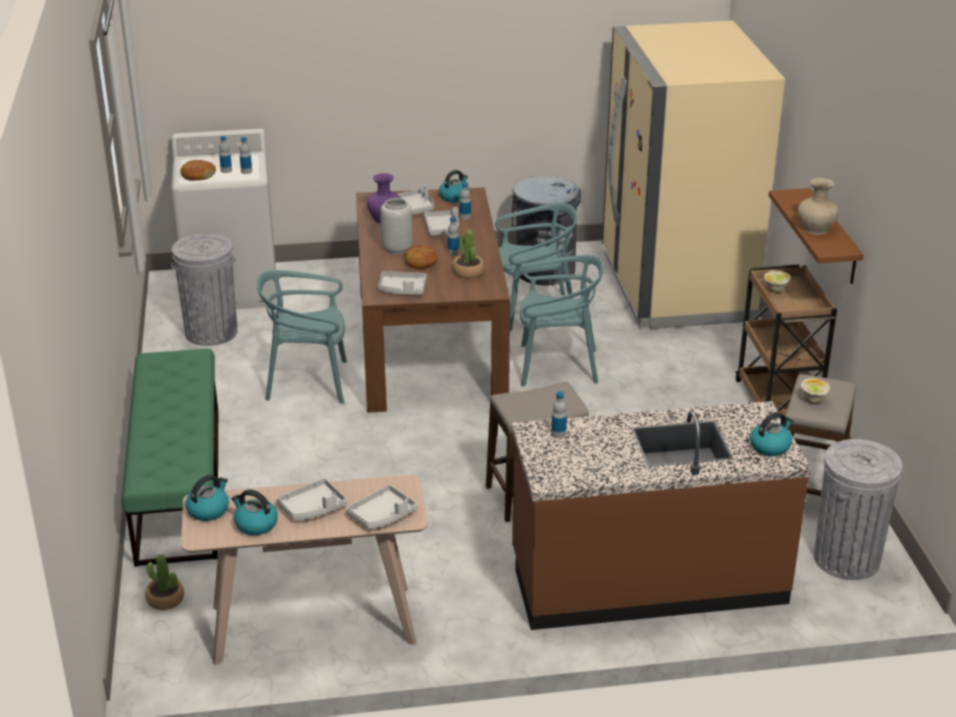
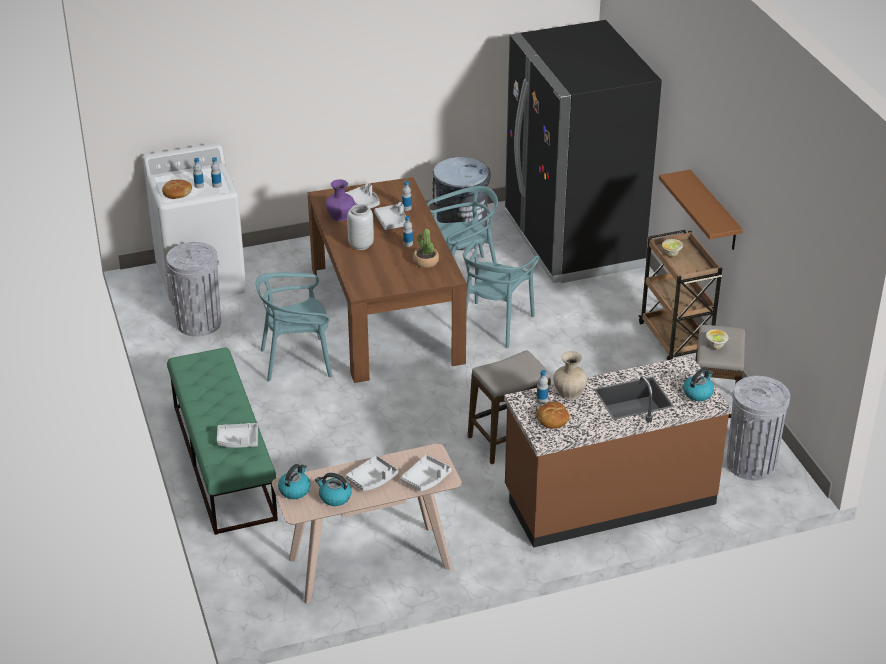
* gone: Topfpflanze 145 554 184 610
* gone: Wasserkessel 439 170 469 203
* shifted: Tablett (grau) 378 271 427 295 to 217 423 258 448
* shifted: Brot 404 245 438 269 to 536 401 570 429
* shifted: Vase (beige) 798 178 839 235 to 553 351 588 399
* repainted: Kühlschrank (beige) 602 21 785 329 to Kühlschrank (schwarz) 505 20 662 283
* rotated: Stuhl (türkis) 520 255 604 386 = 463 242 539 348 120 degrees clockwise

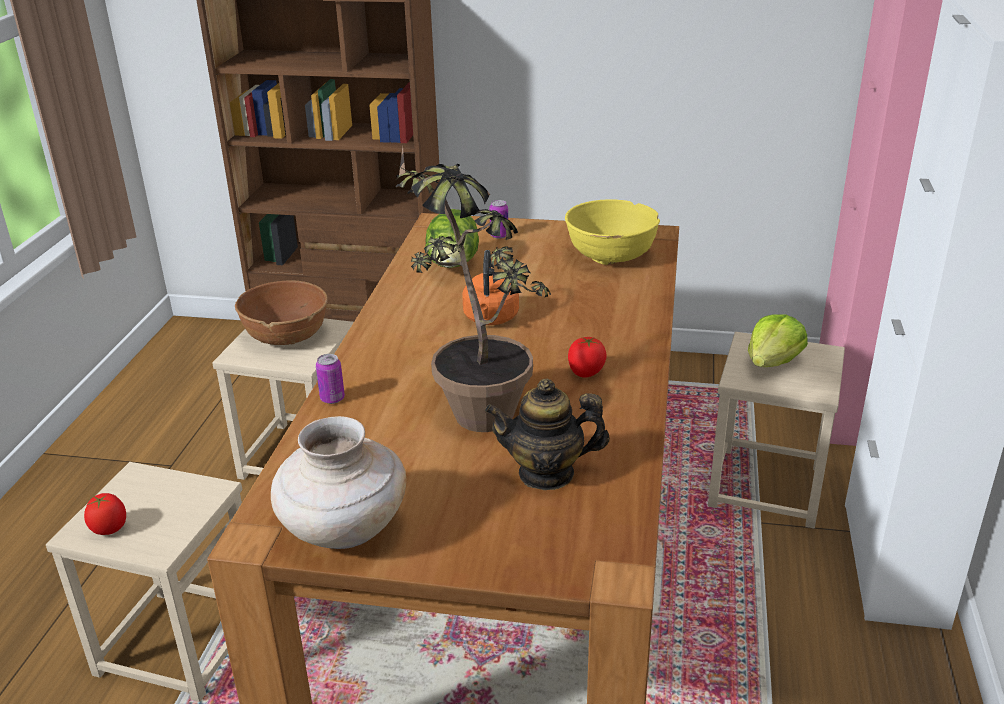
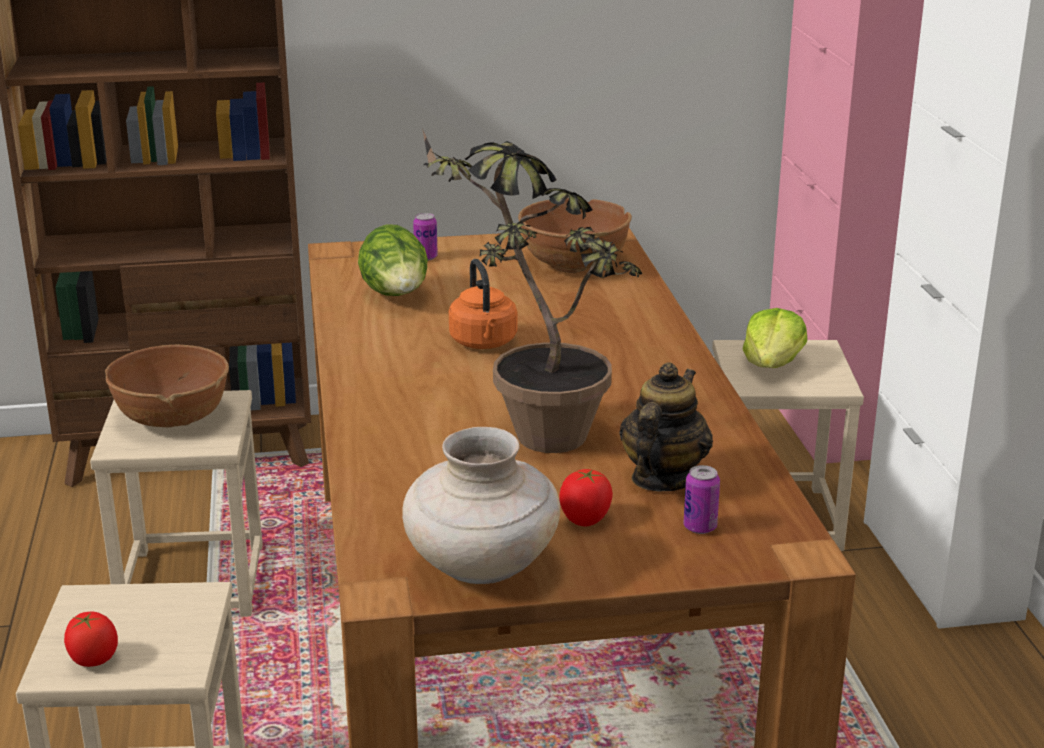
* shifted: Dose 316 354 345 404 to 684 465 720 534
* shifted: Tomate 568 337 607 378 to 559 469 613 527
* repainted: Schüssel (gelb) 565 199 660 265 to Schüssel (braun) 518 198 632 273
* rotated: Teekanne 485 379 610 490 = 619 362 713 491 135 degrees clockwise

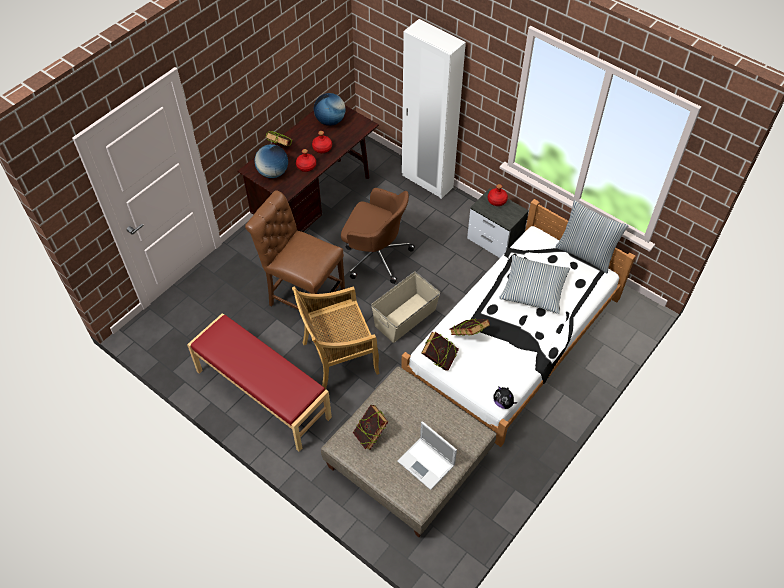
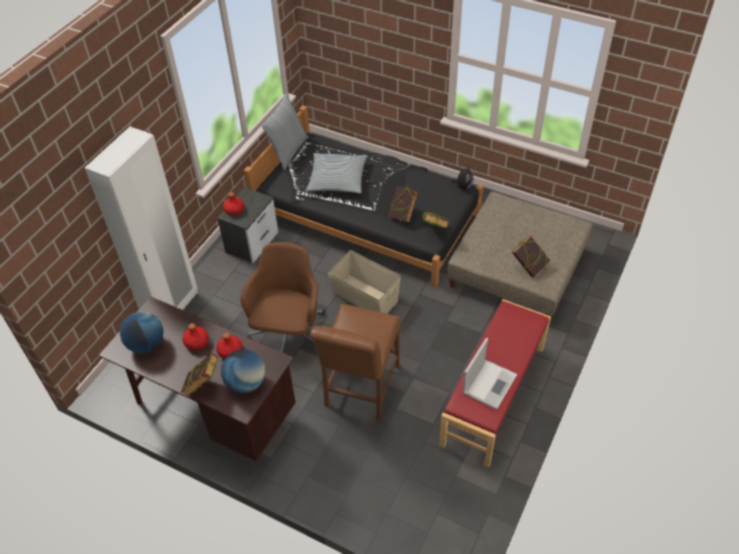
* gone: Stuhl (beige) 292 286 380 390
* shifted: Laptop 397 421 457 490 to 462 338 517 410
* repainted: Bett (weiß) 401 199 636 447 to Bett (schwarz) 244 105 484 288

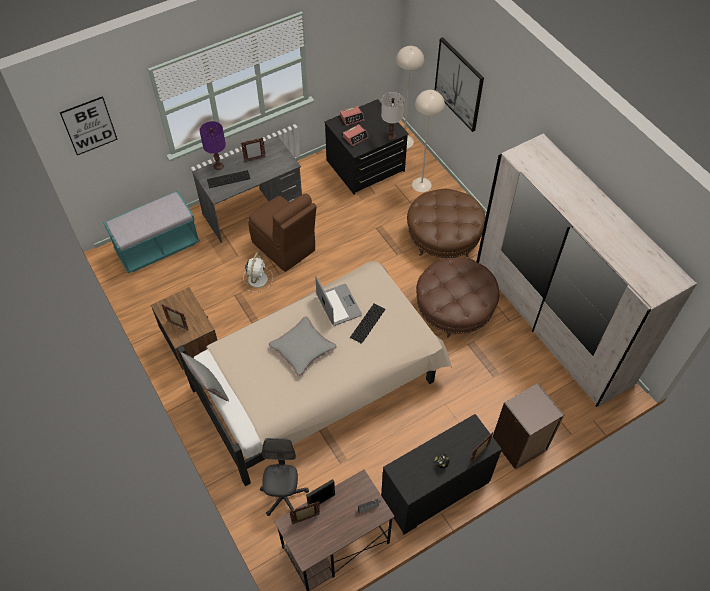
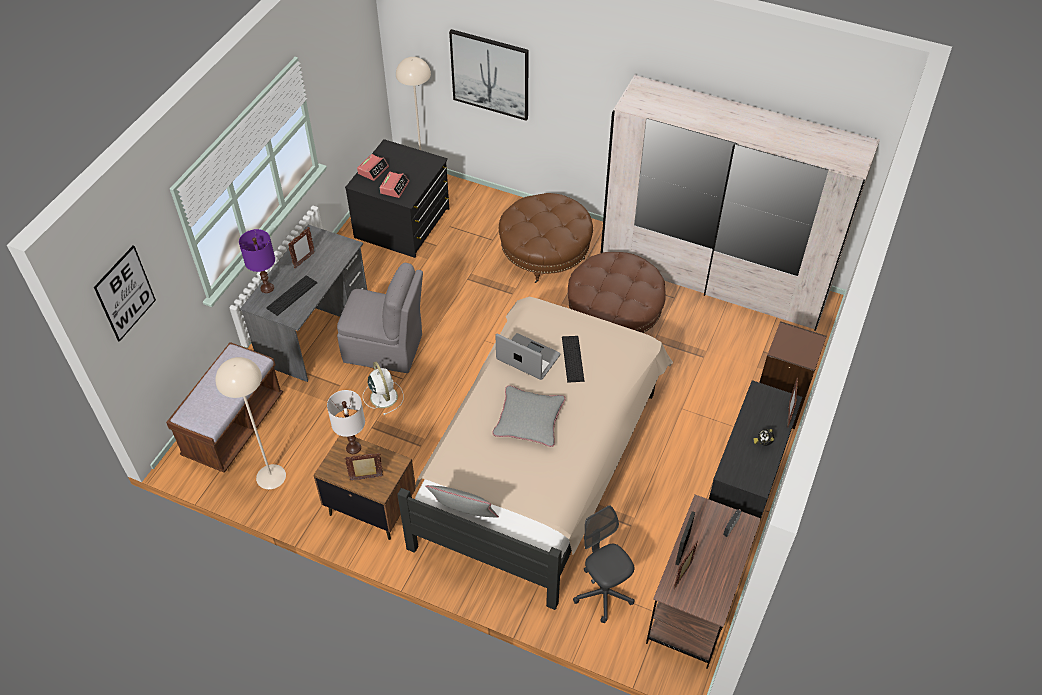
* shifted: Tischlampe (weiß) 381 92 404 140 to 327 390 365 454
* shifted: Stehlampe (beige) 412 90 445 192 to 216 357 286 489
* repainted: Bank (türkis) 103 191 200 273 to Bank (braun) 166 342 283 473
* repainted: Stuhl (braun) 248 194 317 272 to Stuhl (grau) 337 263 423 373

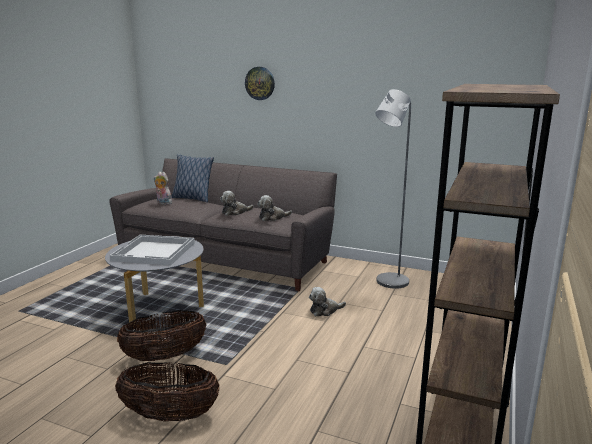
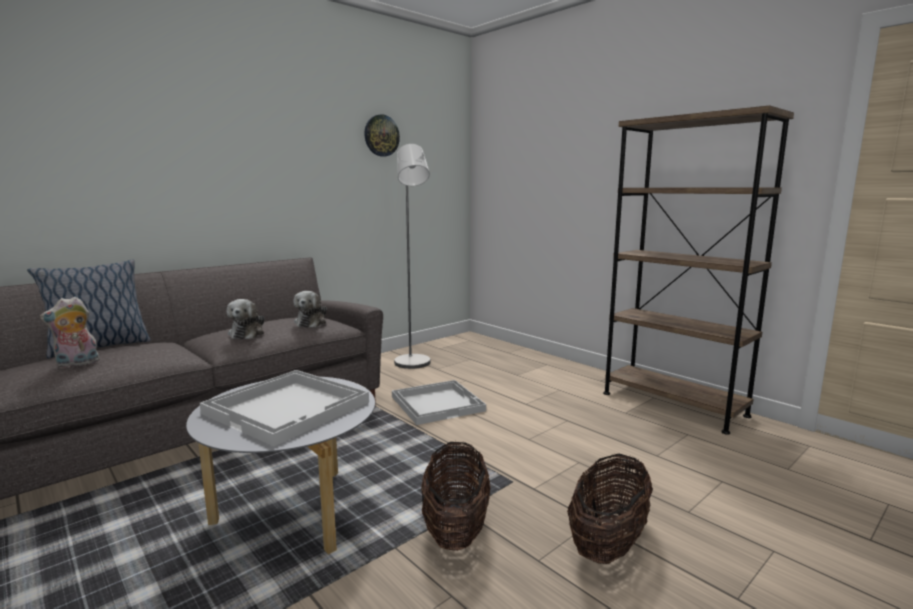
* shifted: Wanduhr 245 67 275 100 to 364 114 400 157
* swapped: Plüschtier 309 287 346 316 to Tablett (weiß) 392 380 486 425

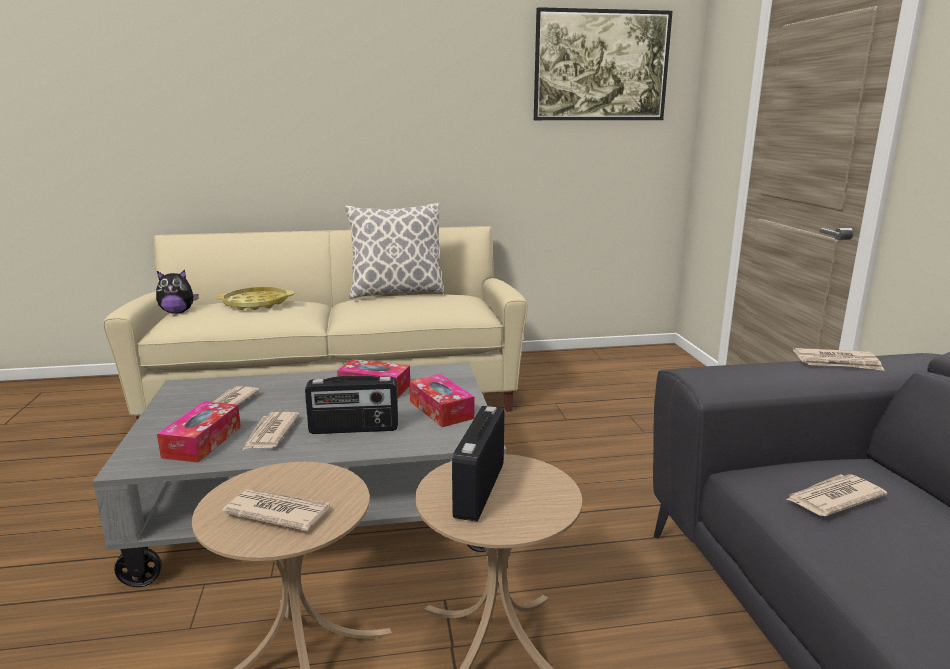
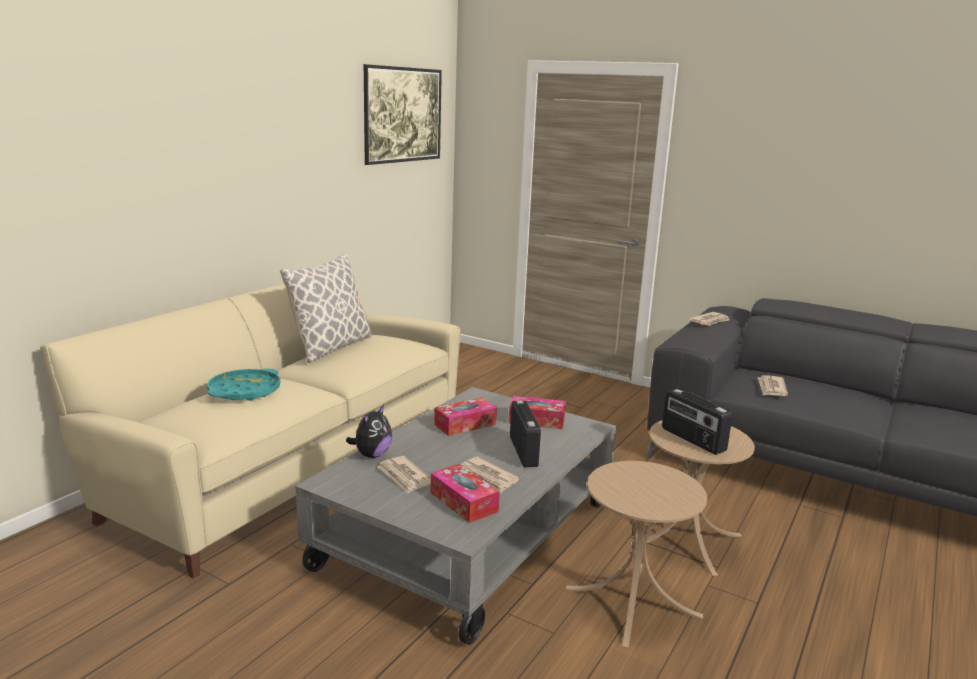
* gone: Zeitung 222 489 330 531
* shifted: Plüschtier 156 270 199 314 to 346 405 392 458
* repainted: Tablett (gelb) 216 287 294 310 to Tablett (türkis) 207 369 280 401
* rotated: Radio 305 376 398 434 = 510 400 541 468 45 degrees counterclockwise

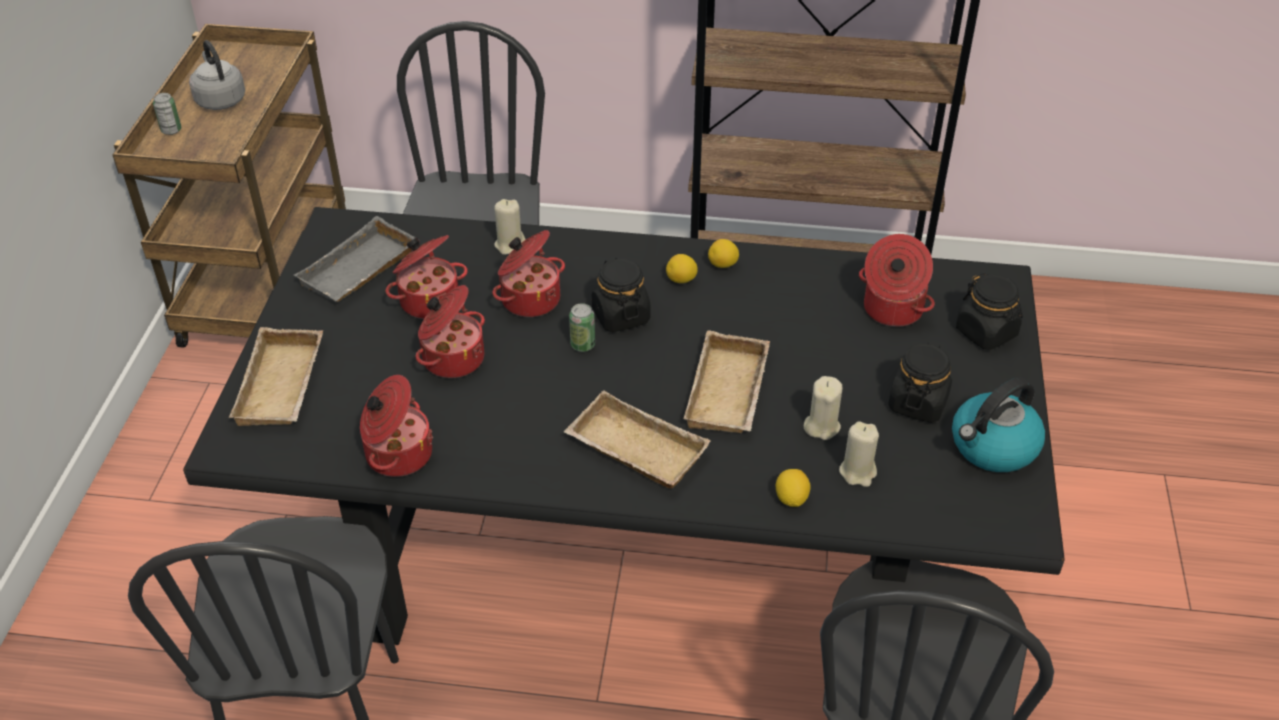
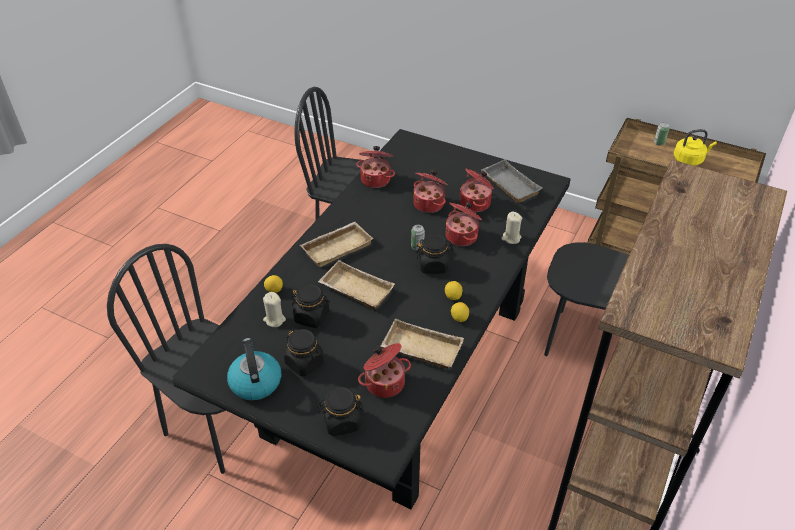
* shifted: Tablett (beige) 229 327 323 426 to 381 319 464 369
* swapped: Kerze (beige) 804 376 843 440 to Vorratsglas (schwarz) 292 284 330 328
* repainted: Wasserkessel (grau) 189 40 245 110 to Wasserkessel (gelb) 674 129 717 166

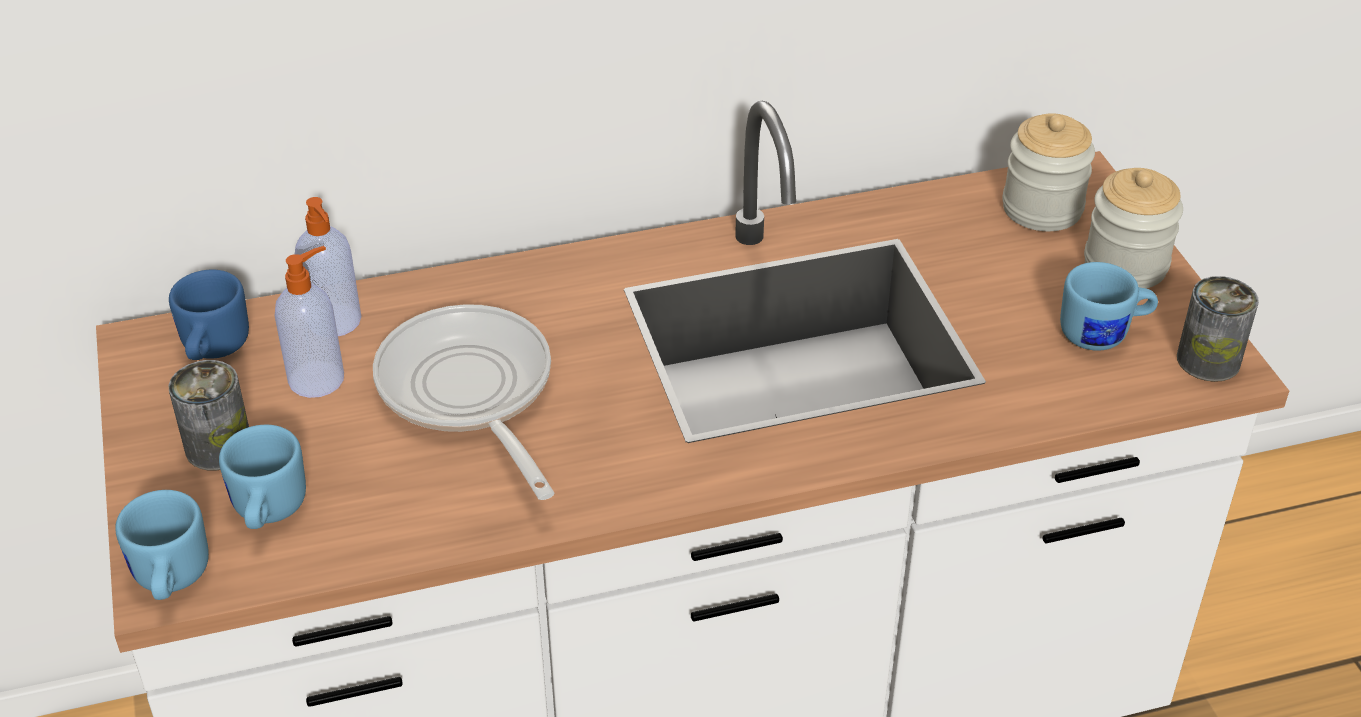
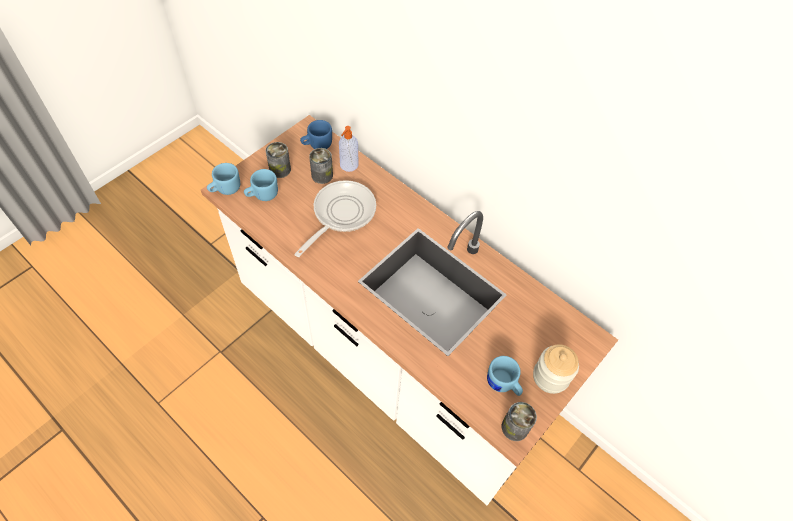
* gone: Vorratsglas 1002 113 1095 231
* swapped: Seifenspender 275 246 344 398 to Dose 309 148 333 184

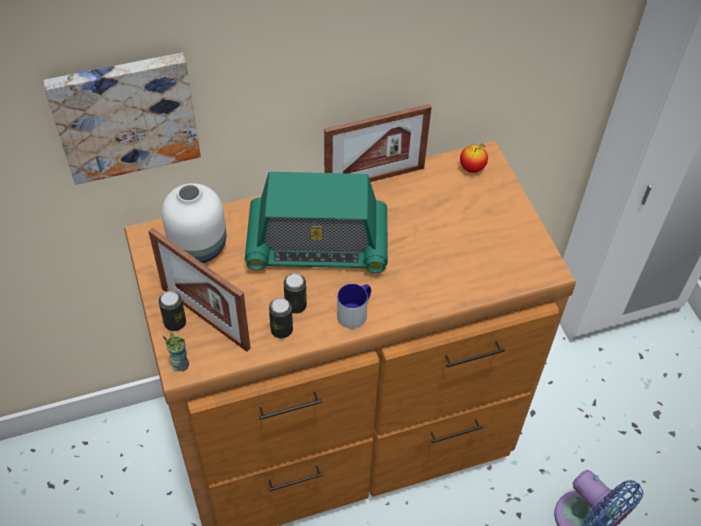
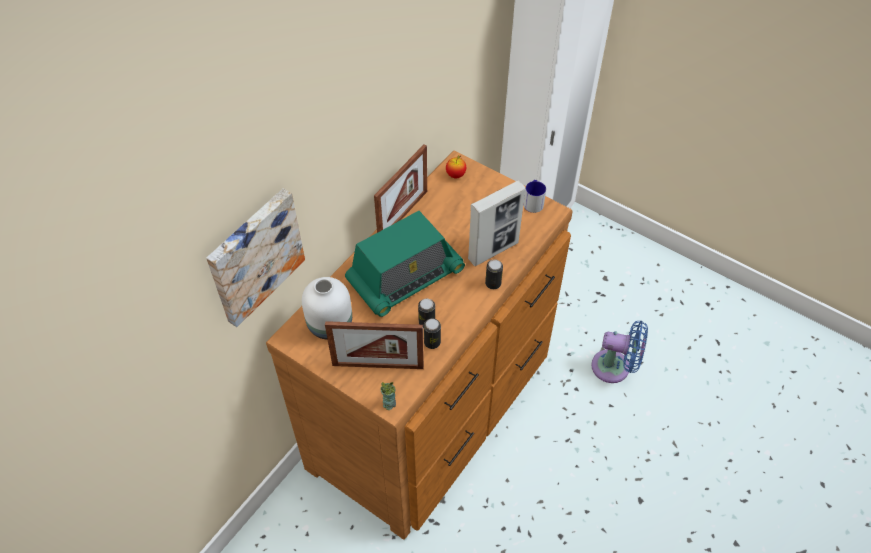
* new: Bilderrahmen 468 180 525 266
* shifted: Dose 159 291 186 331 to 485 259 503 289
* shifted: Henkelbecher 337 284 371 329 to 524 180 546 213

